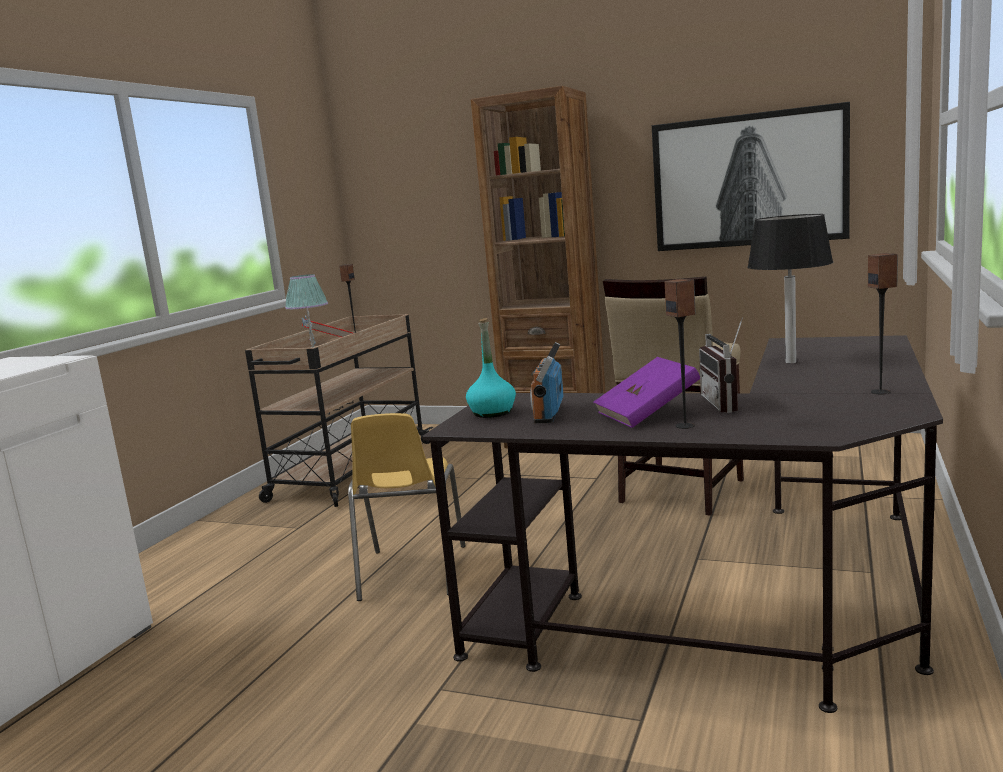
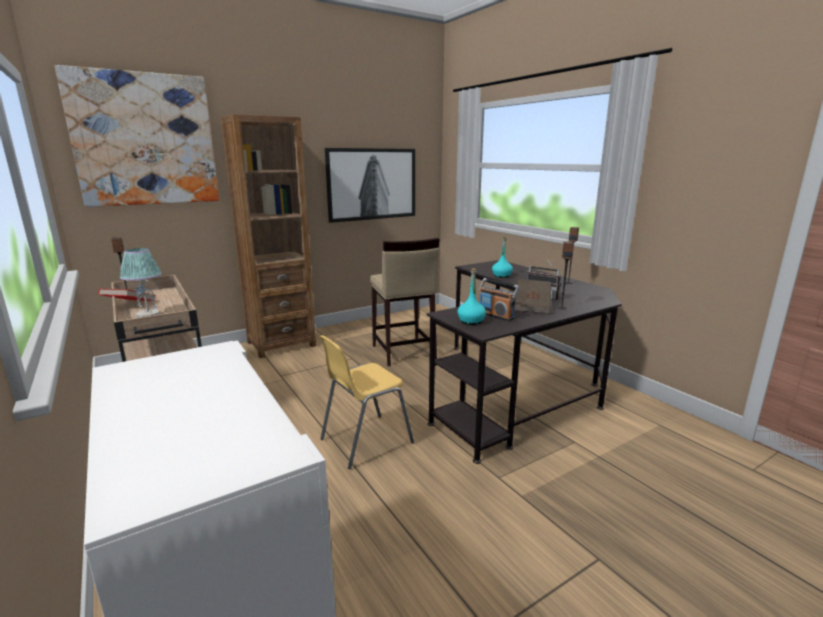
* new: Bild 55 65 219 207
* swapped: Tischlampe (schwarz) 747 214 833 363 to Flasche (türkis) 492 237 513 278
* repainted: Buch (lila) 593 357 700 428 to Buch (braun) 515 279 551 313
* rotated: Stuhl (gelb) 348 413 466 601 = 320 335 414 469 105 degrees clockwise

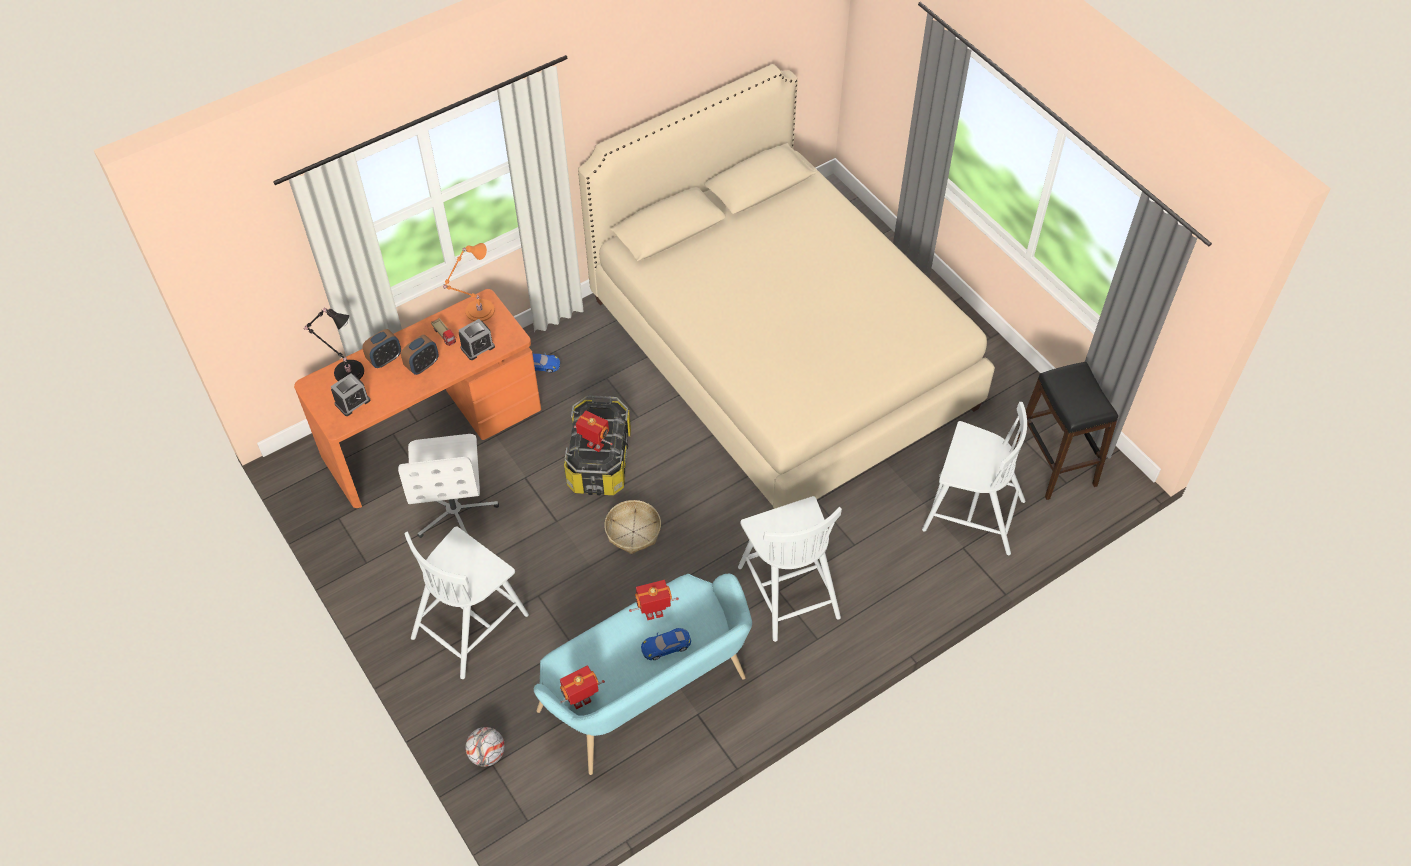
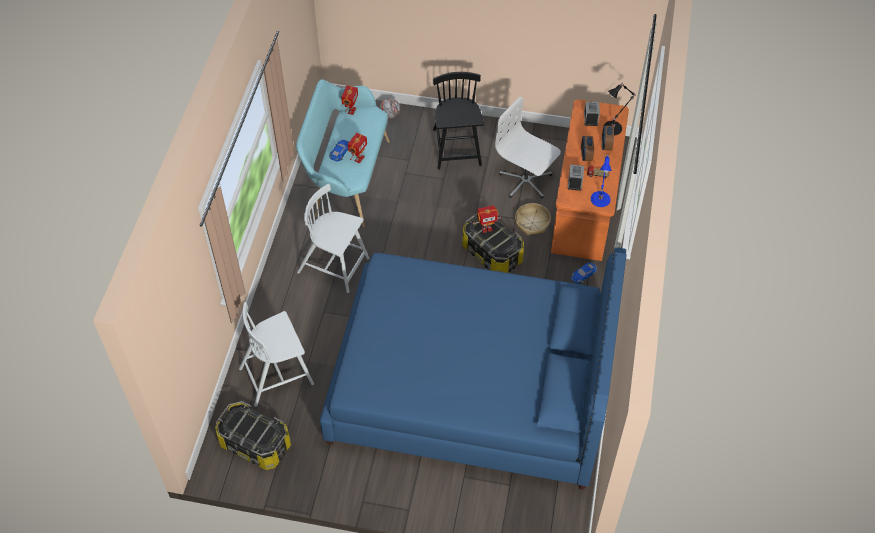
* shifted: Korb 604 500 661 554 to 515 203 551 235
* swapped: Hocker (schwarz) 1016 362 1118 500 to Aufbewahrungsbox 215 401 291 470
* repainted: Stuhl (weiß) 405 526 529 679 to Stuhl (schwarz) 433 72 484 169
* repainted: Tischlampe (orange) 443 243 495 321 to Tischlampe (blau) 591 154 612 207
* repainted: Bett (beige) 578 64 995 509 to Bett (blau) 320 247 626 490

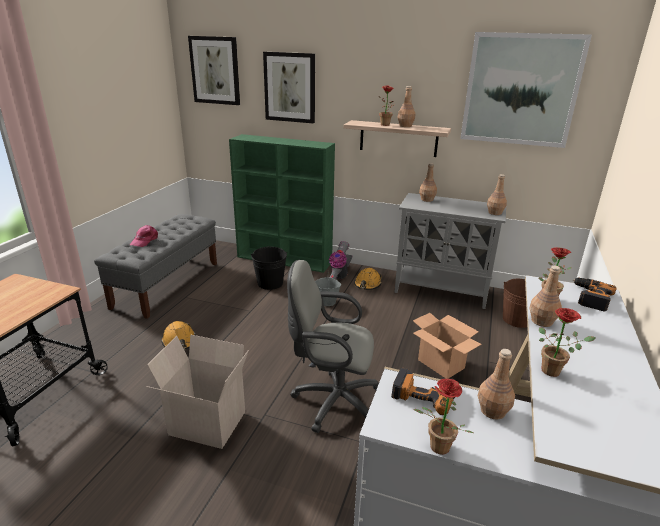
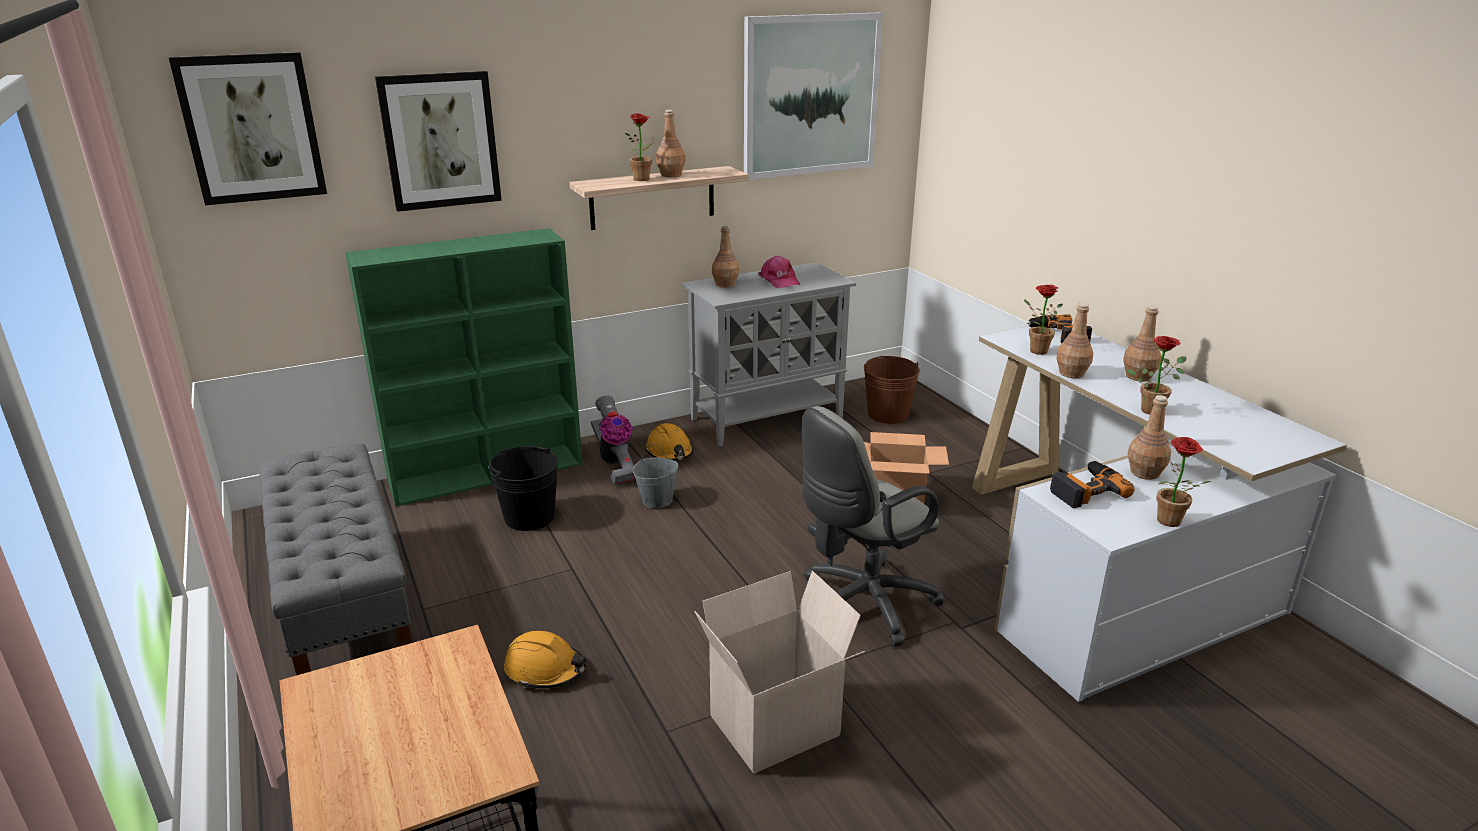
* shifted: Kappe (rosa) 130 225 158 247 to 758 256 800 288
* shifted: Flasche (braun) 487 174 507 215 to 1123 305 1162 381

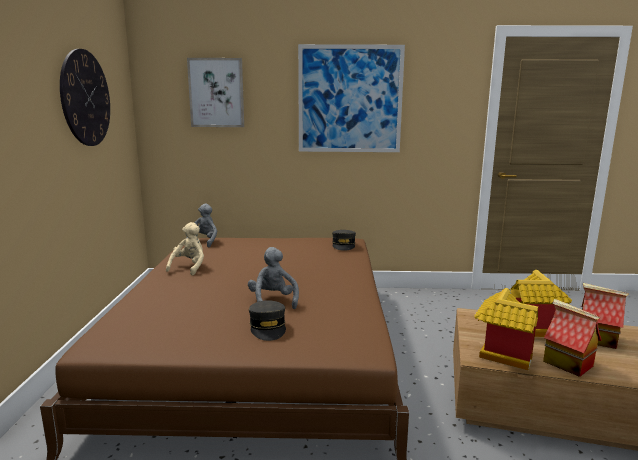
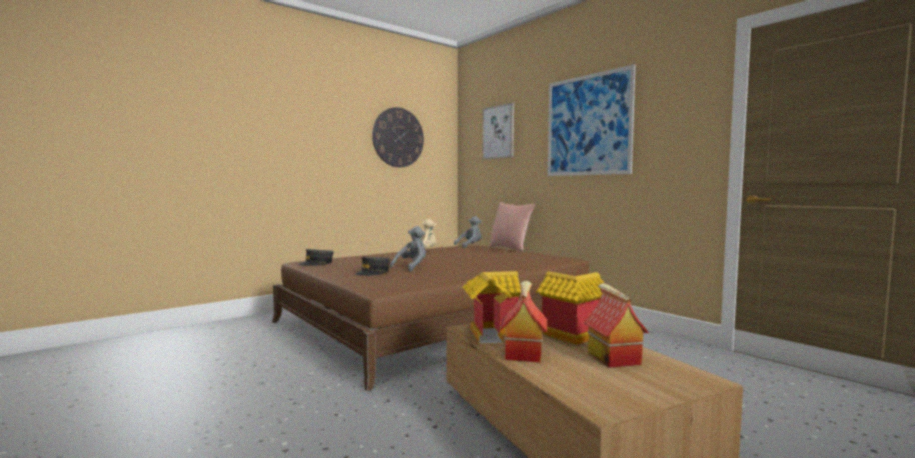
* new: Kissen (rosa) 489 202 535 252
* shifted: Kappe (grau) 332 230 356 251 to 298 249 334 266

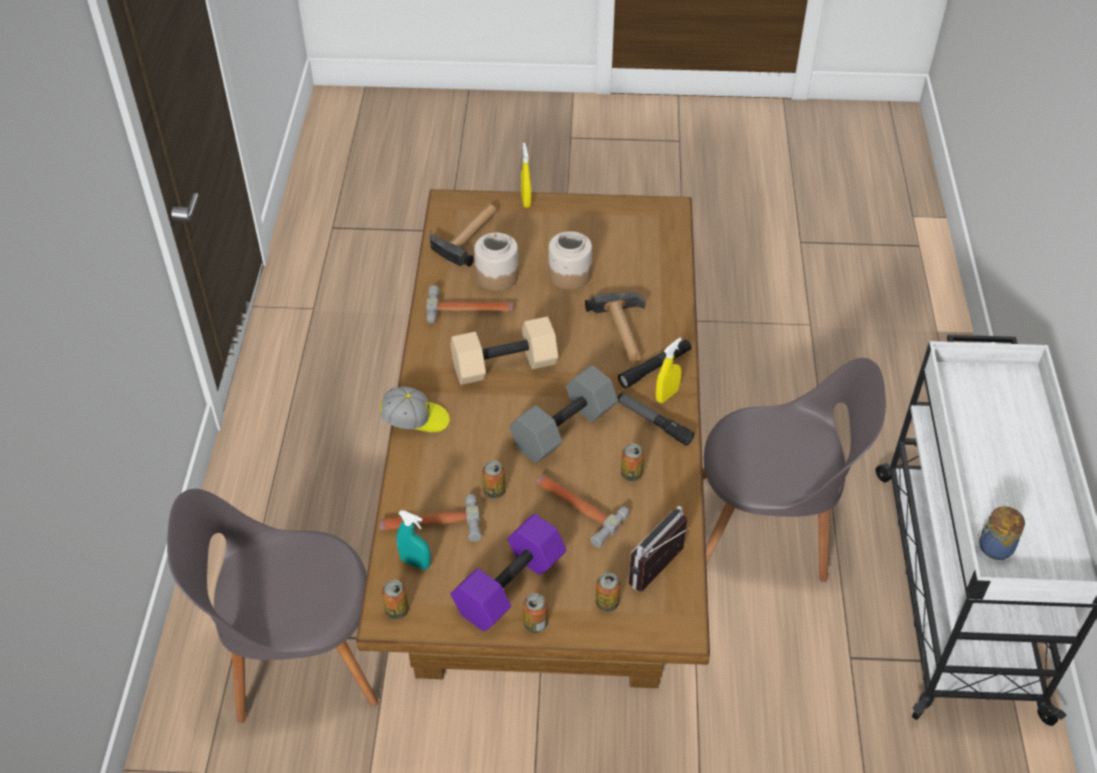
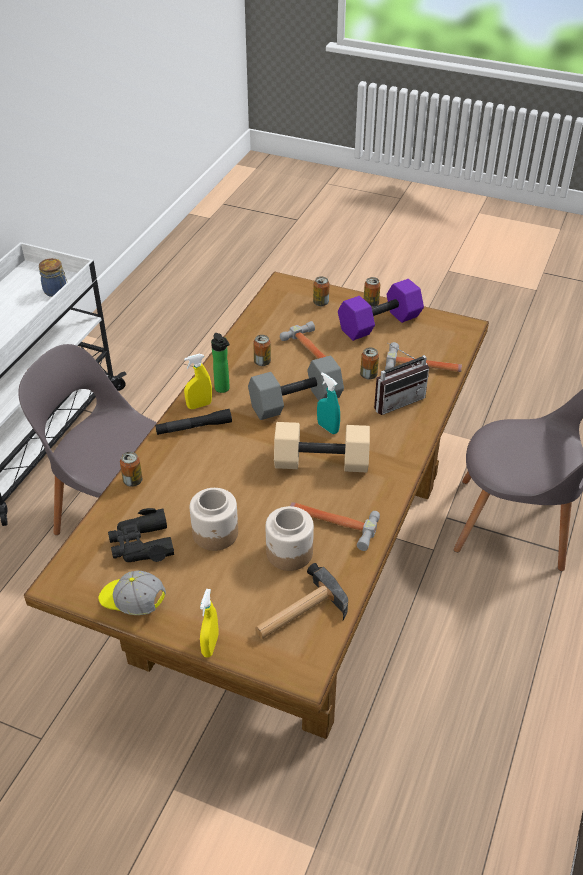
* gone: Hammer 585 292 645 362
* new: Fernglas (schwarz) 108 508 174 562
* shifted: Kappe 380 387 450 432 to 99 571 166 615
* shifted: Dose 382 580 409 619 to 120 452 142 487
* shifted: Sprühflasche (türkis) 397 510 431 570 to 317 372 340 434
* shifted: Radio 628 506 690 592 to 374 343 429 415
* swapped: Taschenlampe 618 392 694 446 to Flasche 211 333 230 393

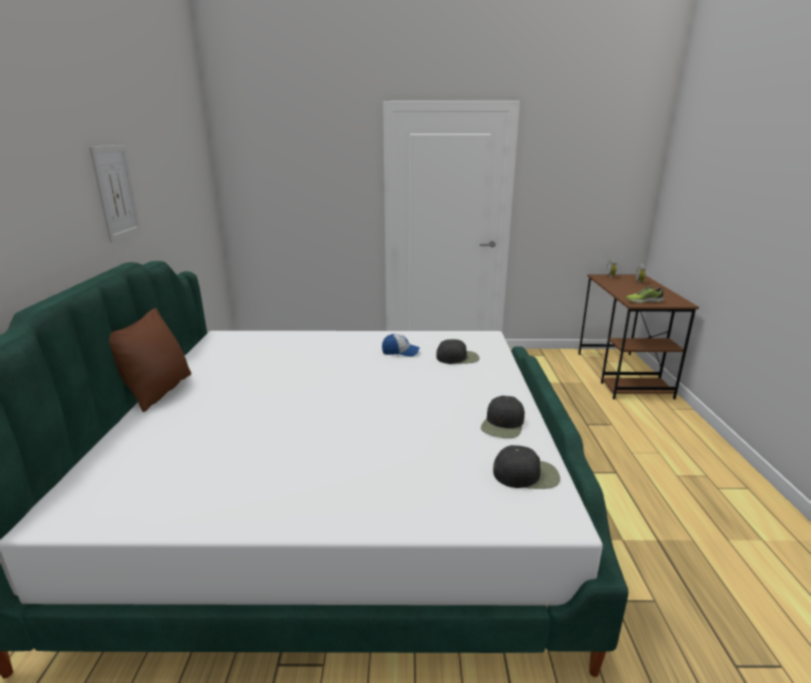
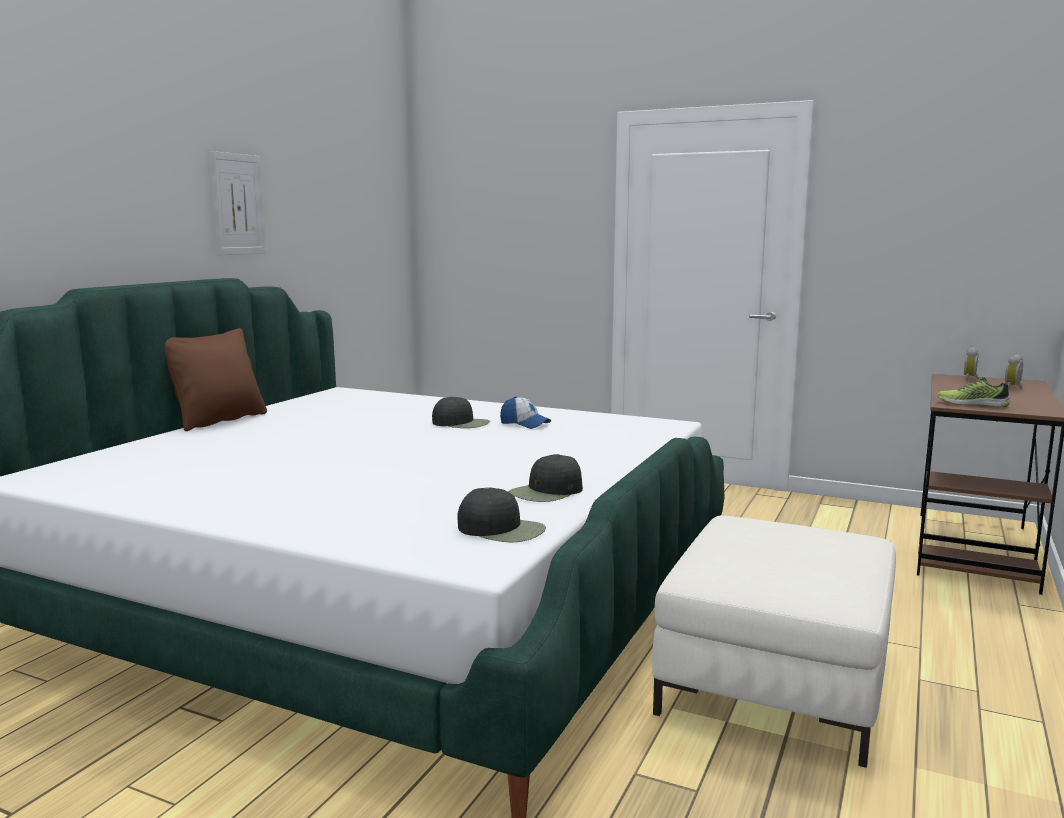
* new: Polsterhocker (weiß) 652 516 896 768
* shifted: Kappe (schwarz) 436 339 480 364 to 432 396 490 428

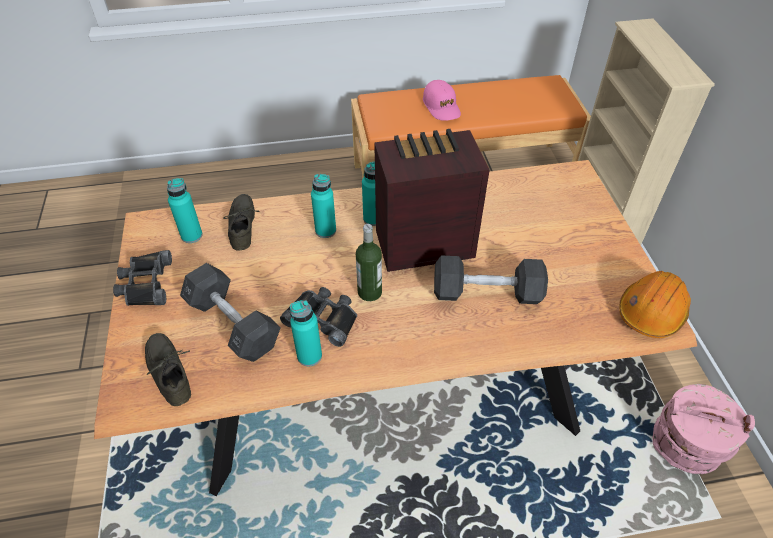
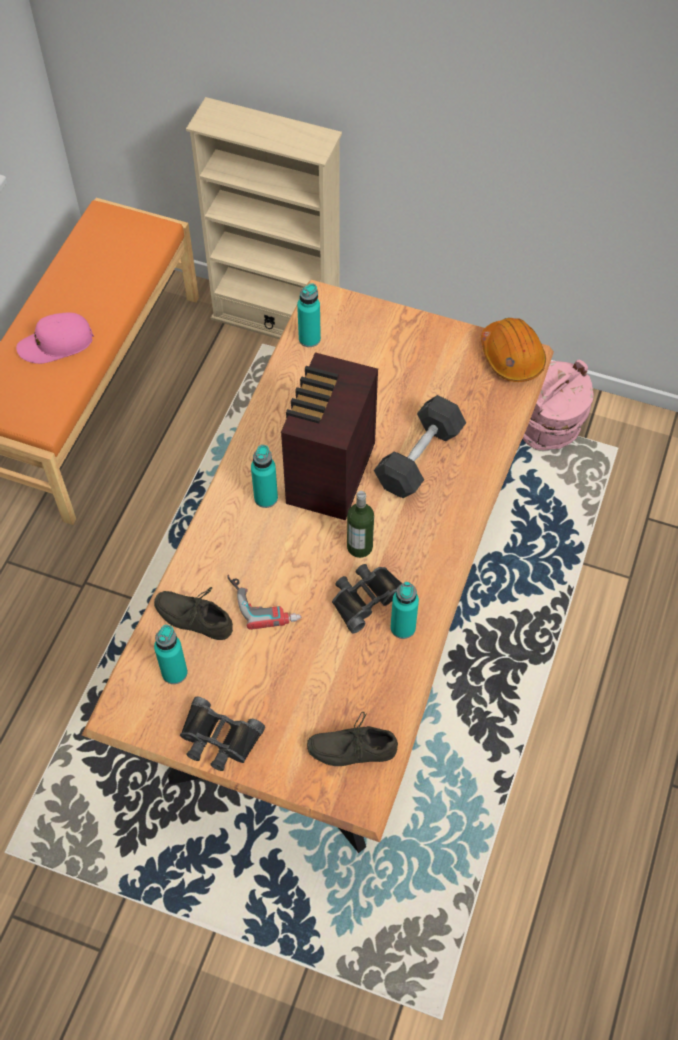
* gone: Hantel (grau) 180 263 281 362
* new: Bohrmaschine 227 575 301 630
* shifted: Flasche (türkis) 311 174 336 238 to 297 283 321 347
* rotated: Kappe (rosa) 423 80 461 121 = 16 313 94 364 150 degrees clockwise

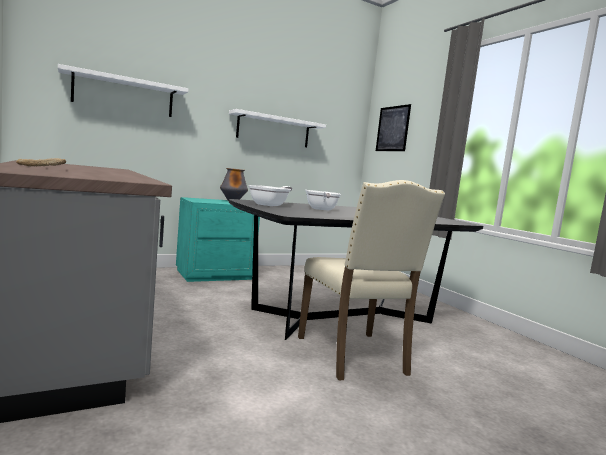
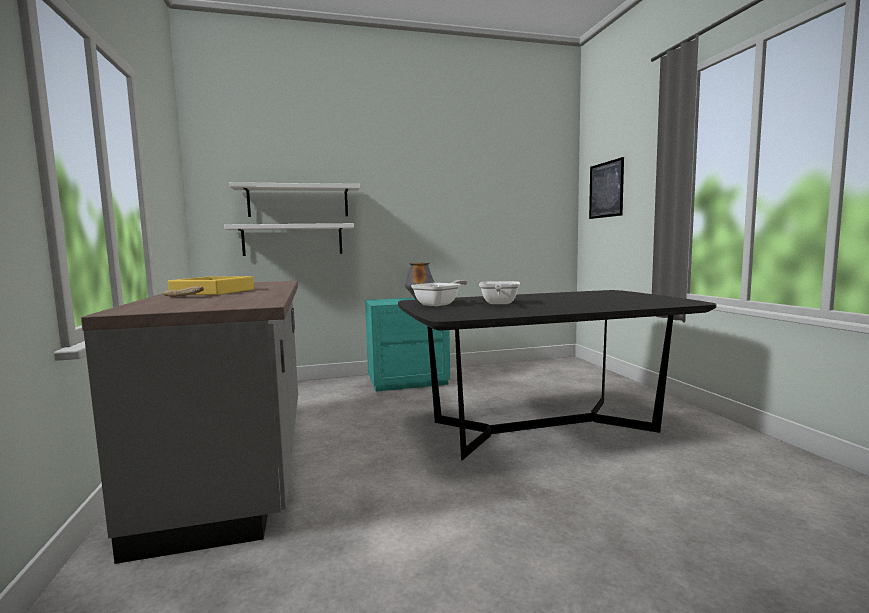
* gone: Stuhl (beige) 298 180 445 380
* new: Tablett (gelb) 168 276 254 295
* shifted: Wandregal (weiß) 229 109 326 147 to 224 223 354 256

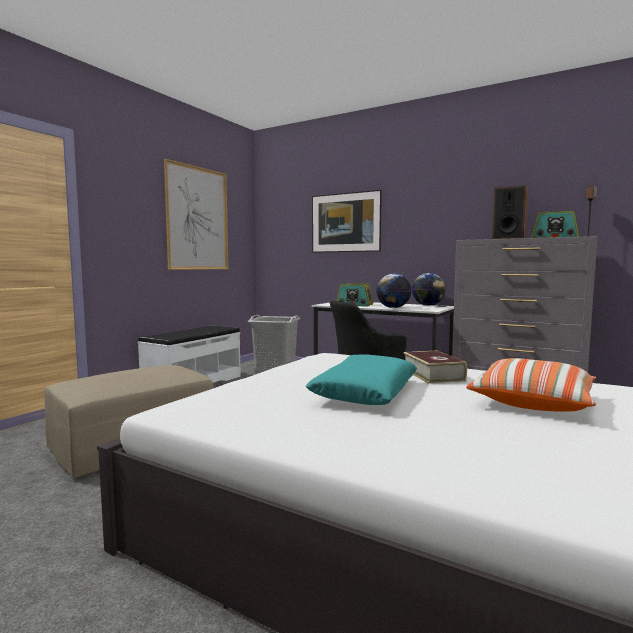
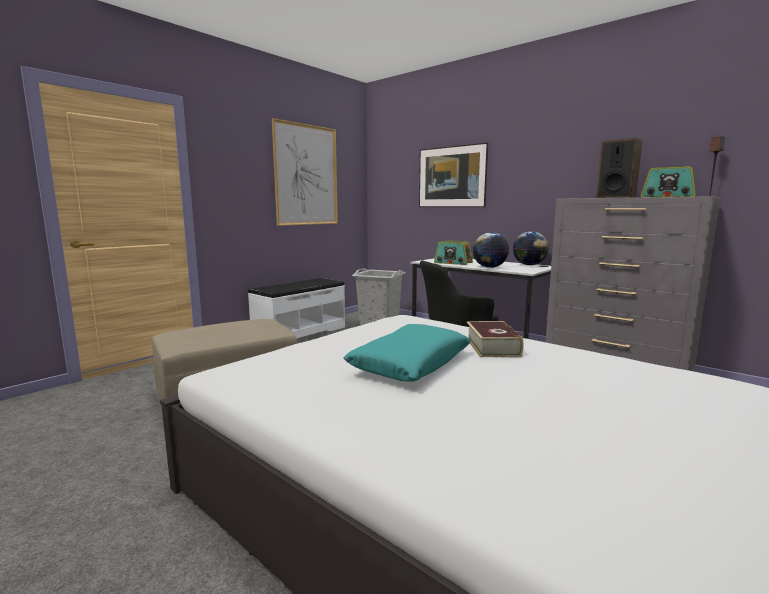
* gone: Kissen 466 358 596 412

